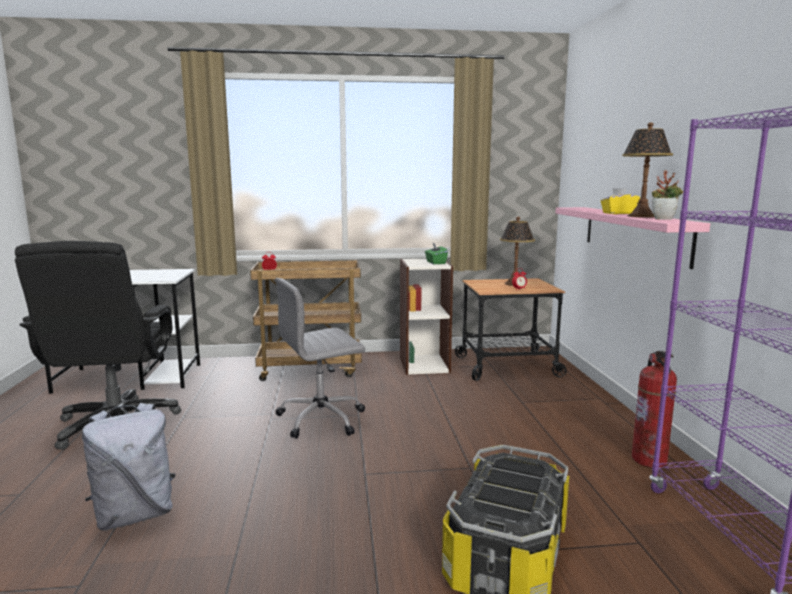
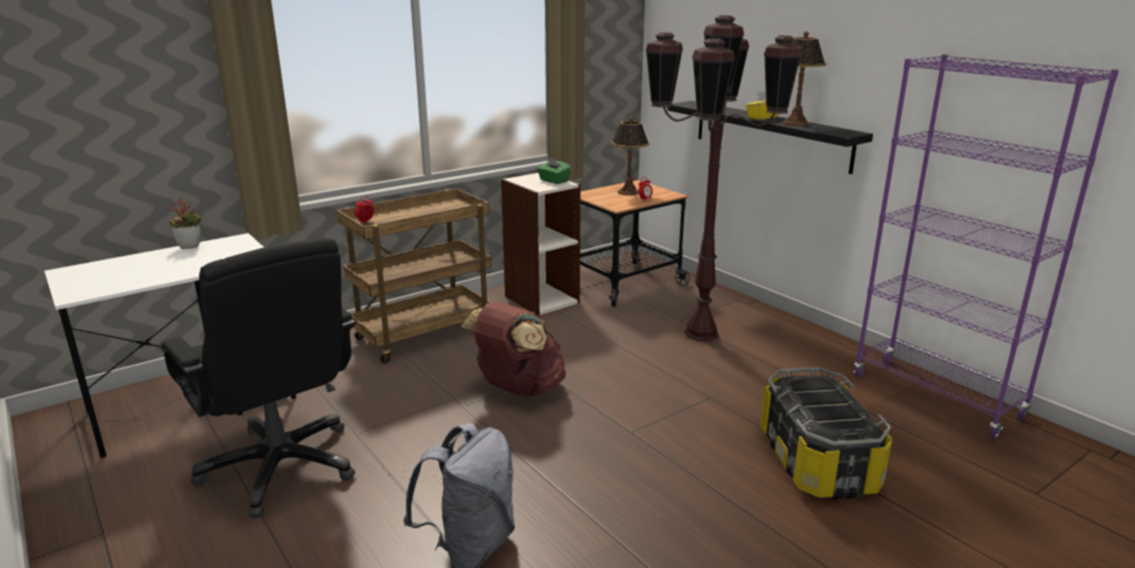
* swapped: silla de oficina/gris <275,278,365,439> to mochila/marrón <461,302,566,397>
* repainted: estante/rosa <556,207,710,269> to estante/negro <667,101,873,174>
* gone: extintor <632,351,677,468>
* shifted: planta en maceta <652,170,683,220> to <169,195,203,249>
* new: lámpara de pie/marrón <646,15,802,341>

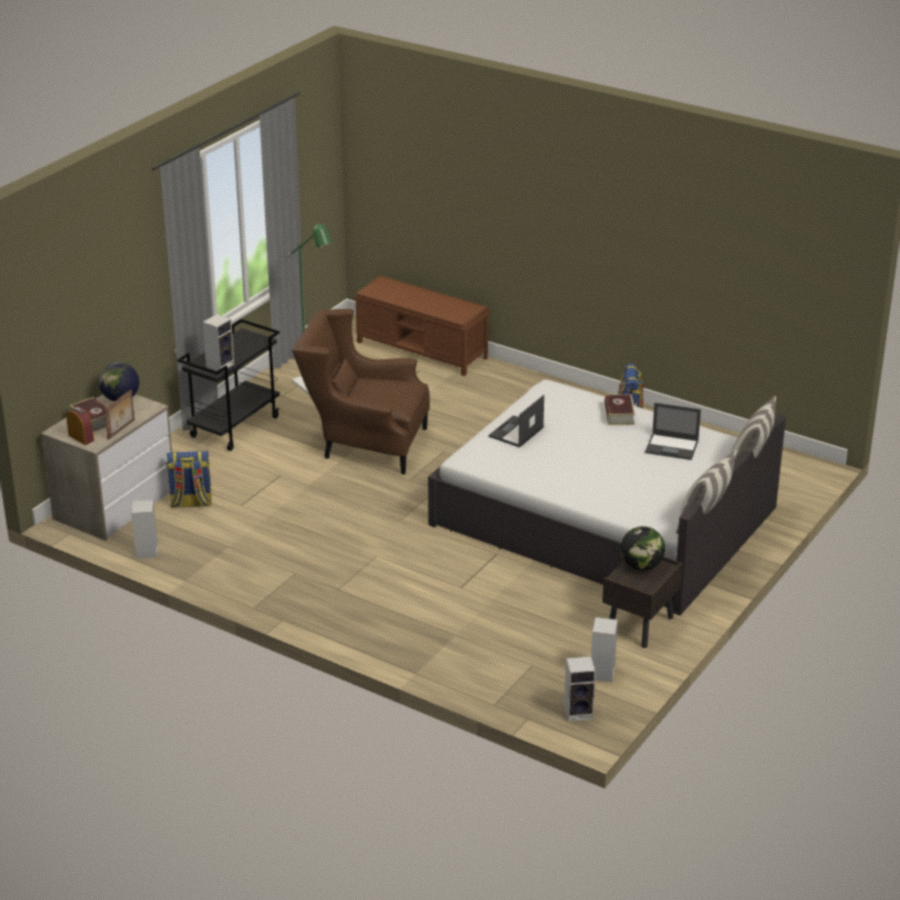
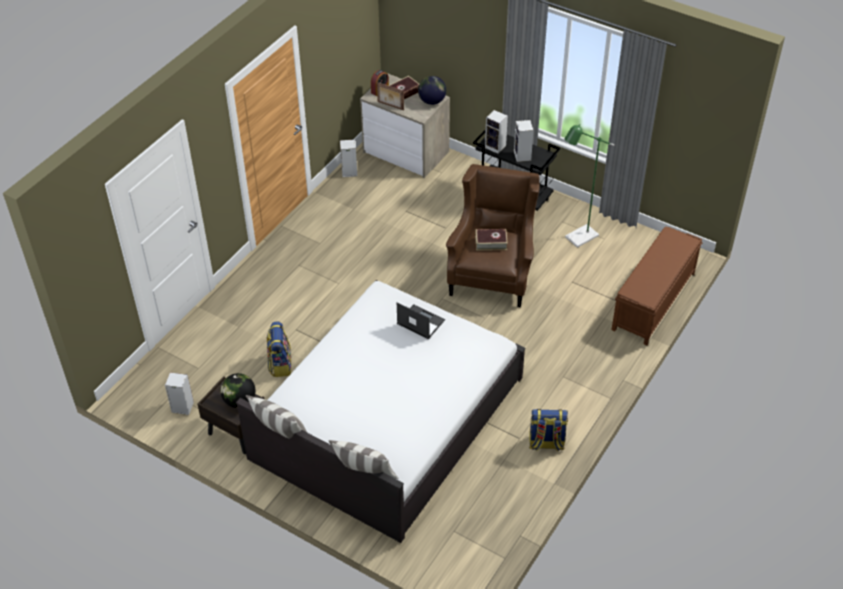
* shifted: mochila <167,451,212,508> to <267,321,292,377>
* shifted: altavoz <564,656,595,721> to <514,120,533,162>
* shifted: libro <605,394,635,425> to <475,229,508,251>
* gone: portátil <645,403,701,460>

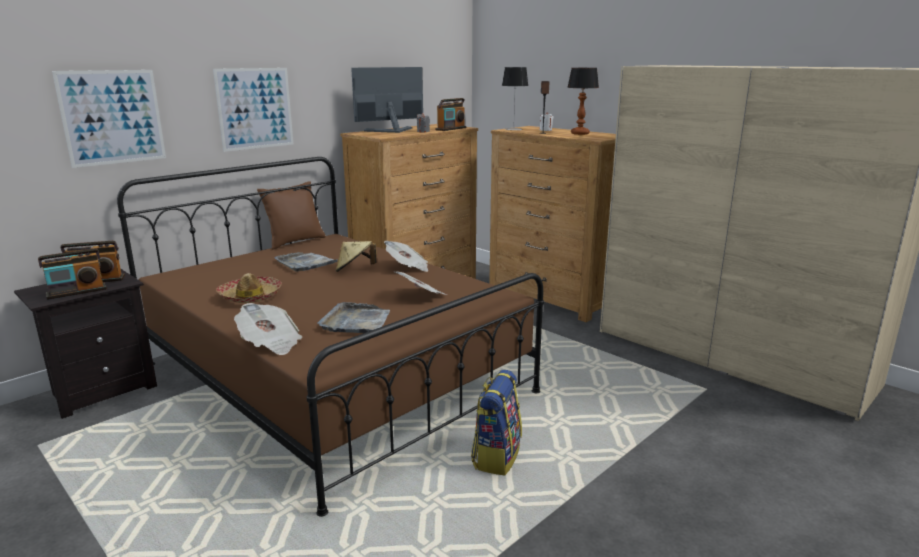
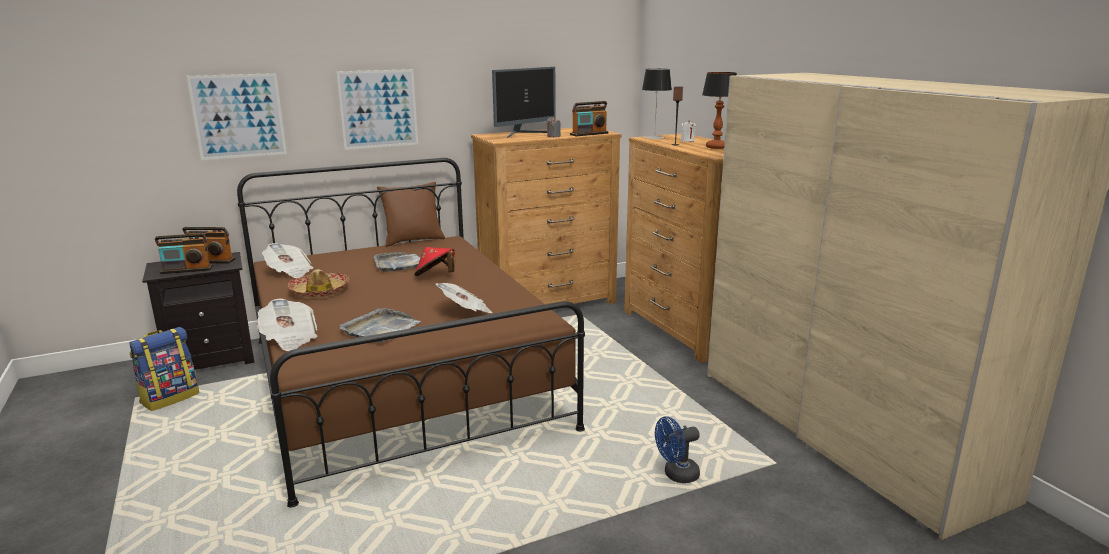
* repainted: sombrero/beis <336,241,377,272> to sombrero/rojo <414,247,456,276>
* rotated: monitor <351,67,423,133> = <492,67,556,138> 150 degrees clockwise
* shifted: periódico <384,241,428,272> to <262,243,314,278>
* shifted: mochila <471,370,522,476> to <129,327,199,411>
* new: ventilador/azul <655,417,700,483>

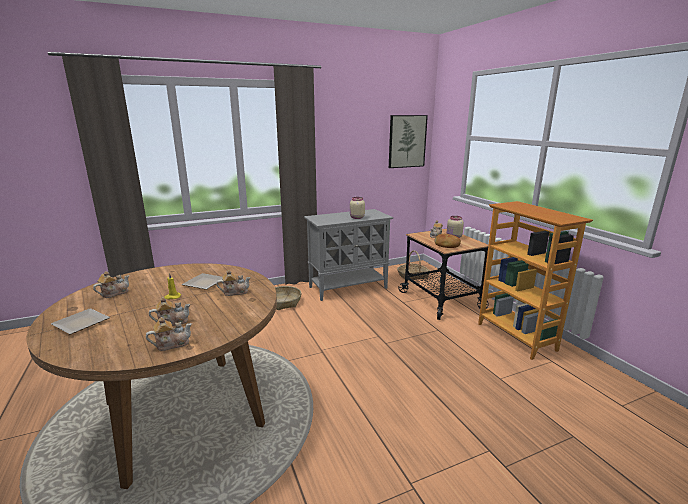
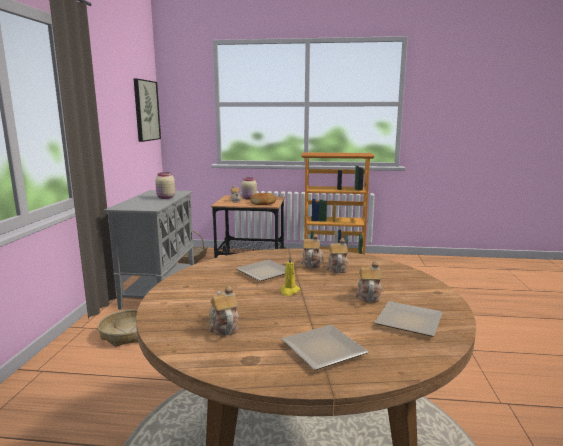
* shifted: tetera <146,317,192,351> to <326,238,348,273>
* new: plato <374,301,443,337>

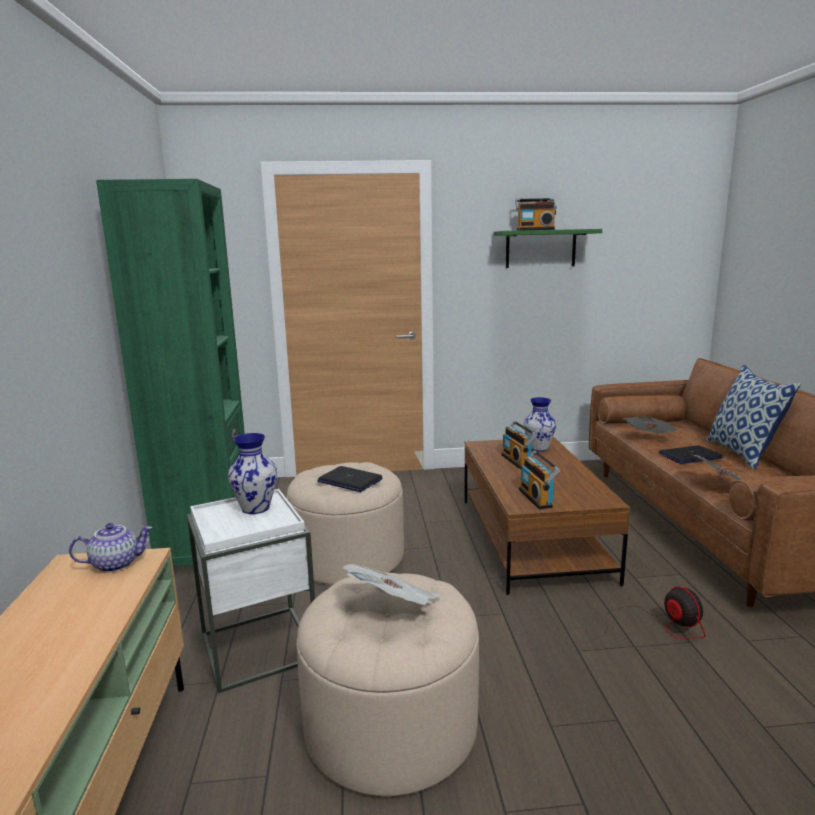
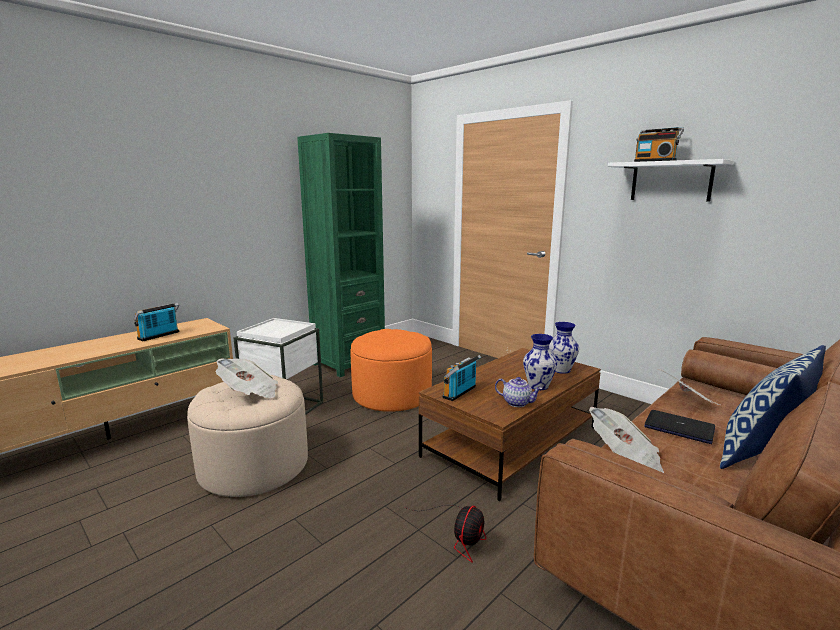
* shifted: tetera <69,523,153,573> to <495,377,542,407>
* shifted: florero <228,433,277,514> to <523,334,558,390>
* repainted: puf/beis <286,462,404,585> to puf/naranja <350,329,432,412>
* gone: portátil <317,466,383,492>
* repainted: estante/verde <493,229,602,268> to estante/blanco <608,159,734,201>
* shifted: radio <501,421,537,469> to <134,303,179,341>

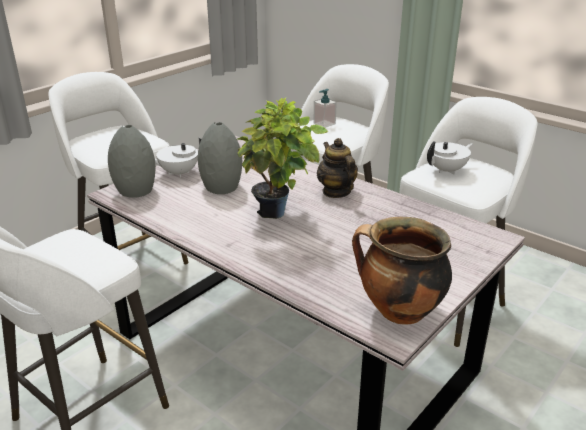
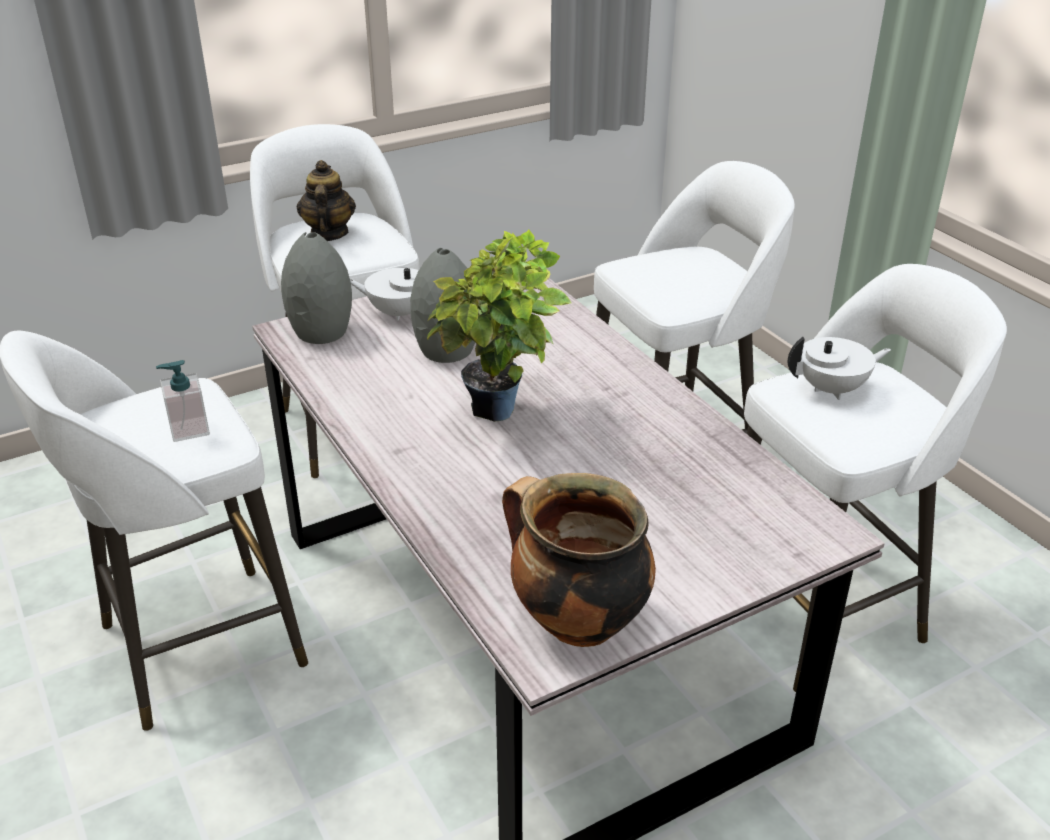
* shifted: dispensador de jabón <313,89,337,128> to <156,360,210,442>
* shifted: tetera <317,138,358,198> to <297,160,356,241>

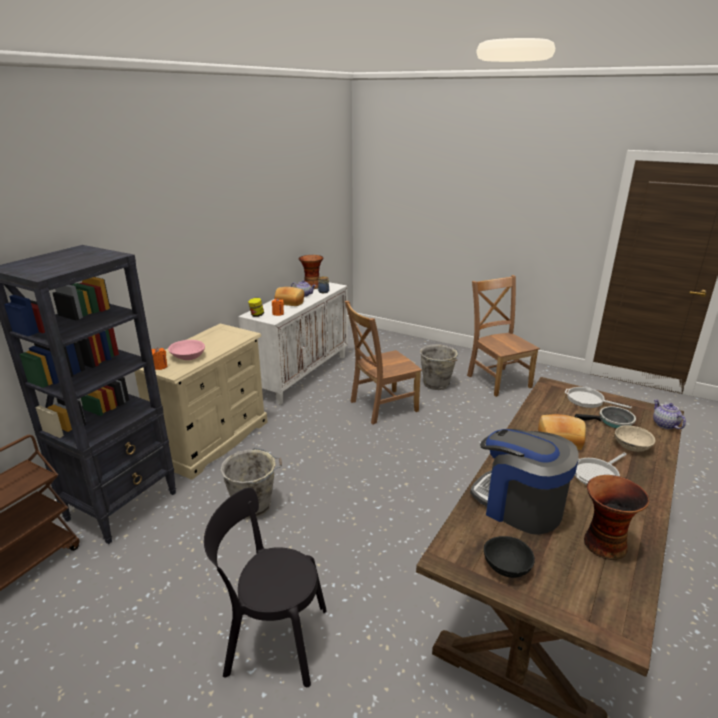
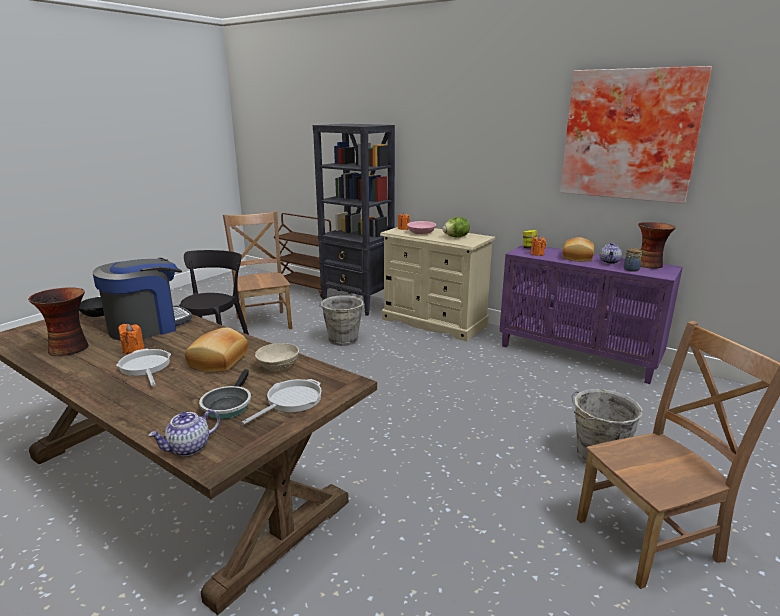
* repainted: armario/blanco <238,282,348,405> to armario/morado <499,244,683,384>
* shifted: silla/marrón <344,301,422,425> to <223,211,293,333>
* shifted: cuenco/beis <615,425,655,452> to <255,343,299,371>
* rotated: tetera <653,399,686,429> = <149,409,220,456> 150 degrees clockwise
* new: vela/naranja <118,324,144,354>
* new: lechuga <442,217,470,237>
* new: cuadro <560,66,712,204>

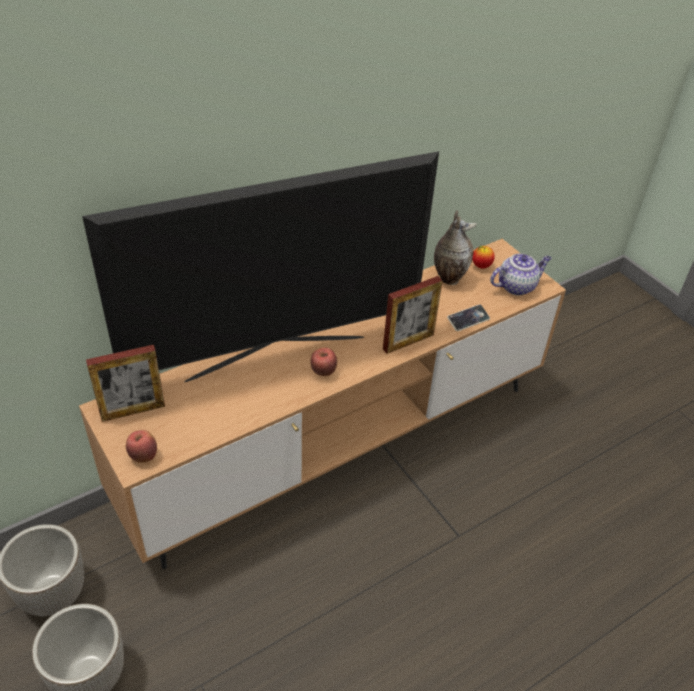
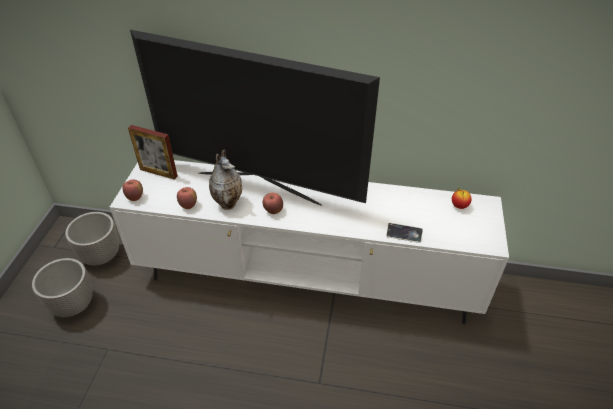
* repainted: mueble de televisión/marrón <79,239,566,569> to mueble de televisión/blanco <110,160,509,324>
* gone: portarretratos <383,276,443,354>
* shifted: florero <434,211,477,285> to <209,150,242,210>
* gone: tetera <490,253,551,295>
* new: manzana <177,187,197,209>

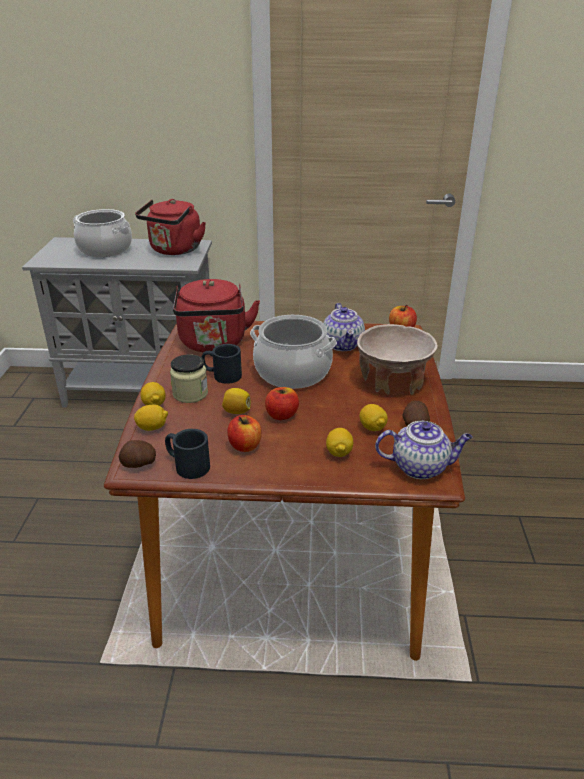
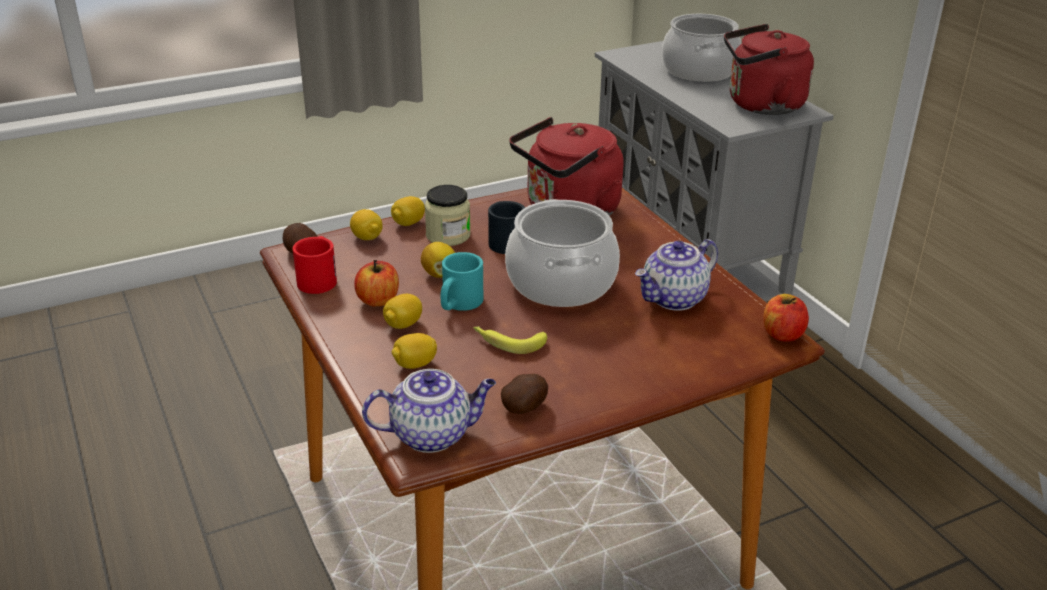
* repainted: taza grande/negro <165,429,210,479> to taza grande/rojo <292,236,337,294>
* swapped: manzana <265,387,299,420> to taza grande/turquesa <441,252,483,311>
* gone: cuenco/beis <357,324,438,395>
* shifted: limón <360,404,388,431> to <383,294,422,329>
* rotated: tetera <375,421,473,479> = <362,369,496,453> 75 degrees counterclockwise
* new: plátano <473,326,547,354>

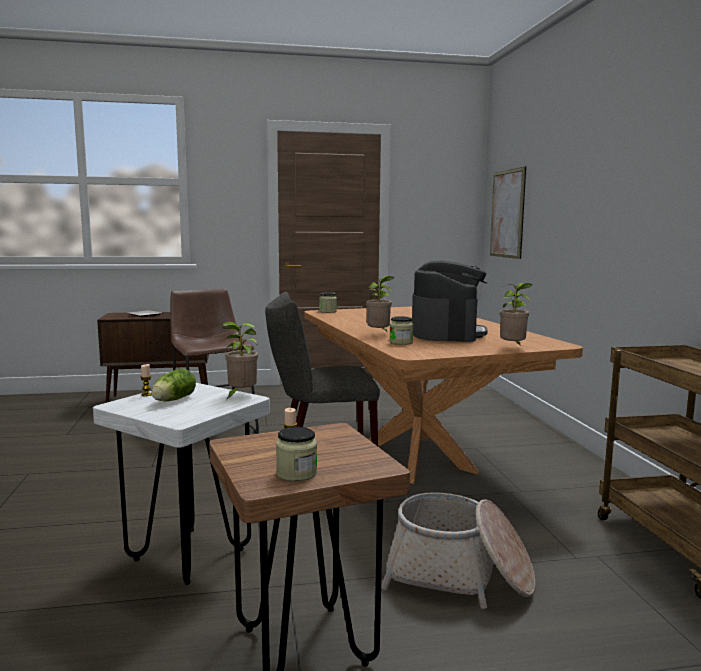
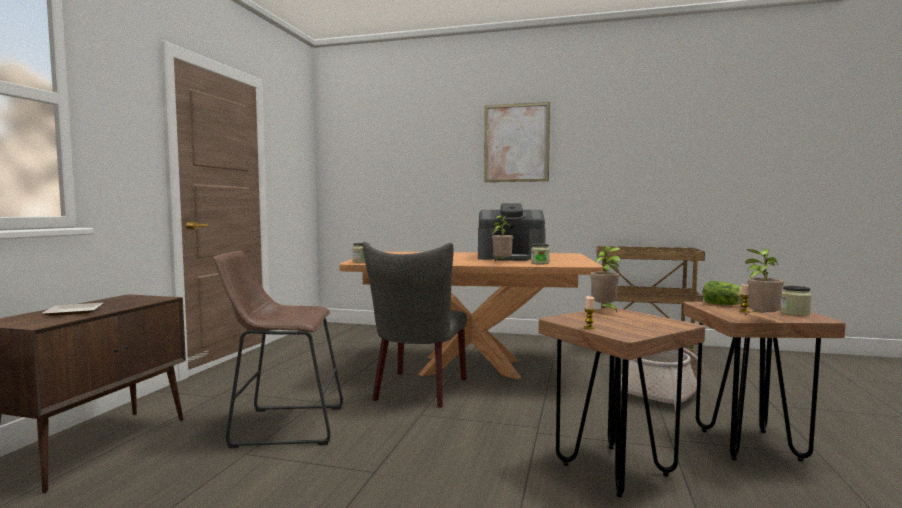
* repainted: taburete/blanco <93,383,270,585> to taburete/marrón <538,307,705,497>
* shifted: lechuga <151,368,196,401> to <703,281,749,305>
* rotated: cafetera <412,260,488,342> = <478,203,546,261> 150 degrees clockwise
* shifted: cuadro <490,166,526,259> to <484,102,550,182>
* shifted: planta en maceta <500,283,533,346> to <745,248,784,316>

